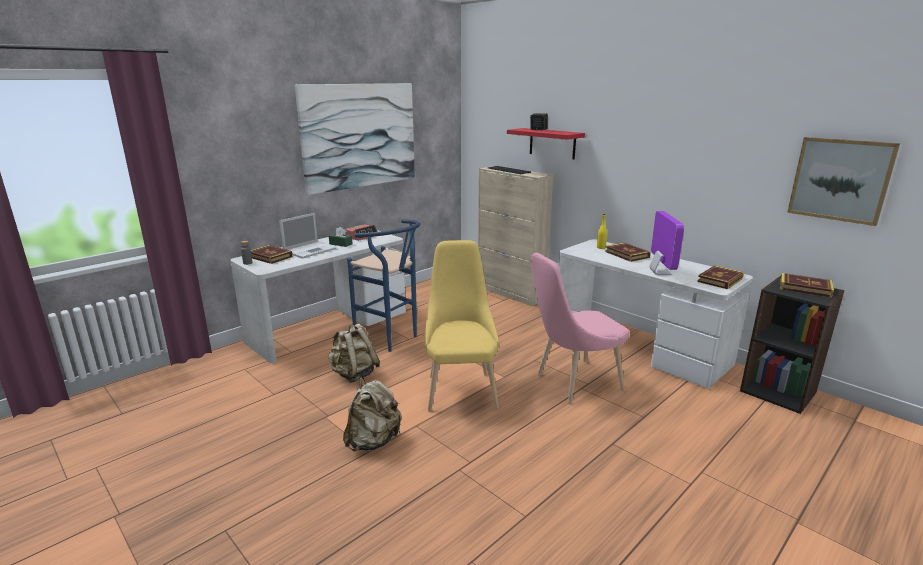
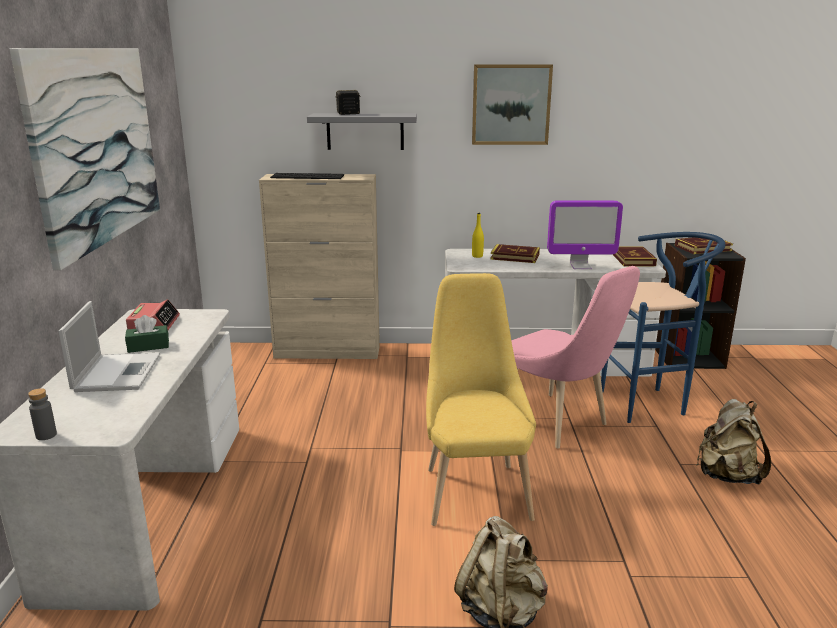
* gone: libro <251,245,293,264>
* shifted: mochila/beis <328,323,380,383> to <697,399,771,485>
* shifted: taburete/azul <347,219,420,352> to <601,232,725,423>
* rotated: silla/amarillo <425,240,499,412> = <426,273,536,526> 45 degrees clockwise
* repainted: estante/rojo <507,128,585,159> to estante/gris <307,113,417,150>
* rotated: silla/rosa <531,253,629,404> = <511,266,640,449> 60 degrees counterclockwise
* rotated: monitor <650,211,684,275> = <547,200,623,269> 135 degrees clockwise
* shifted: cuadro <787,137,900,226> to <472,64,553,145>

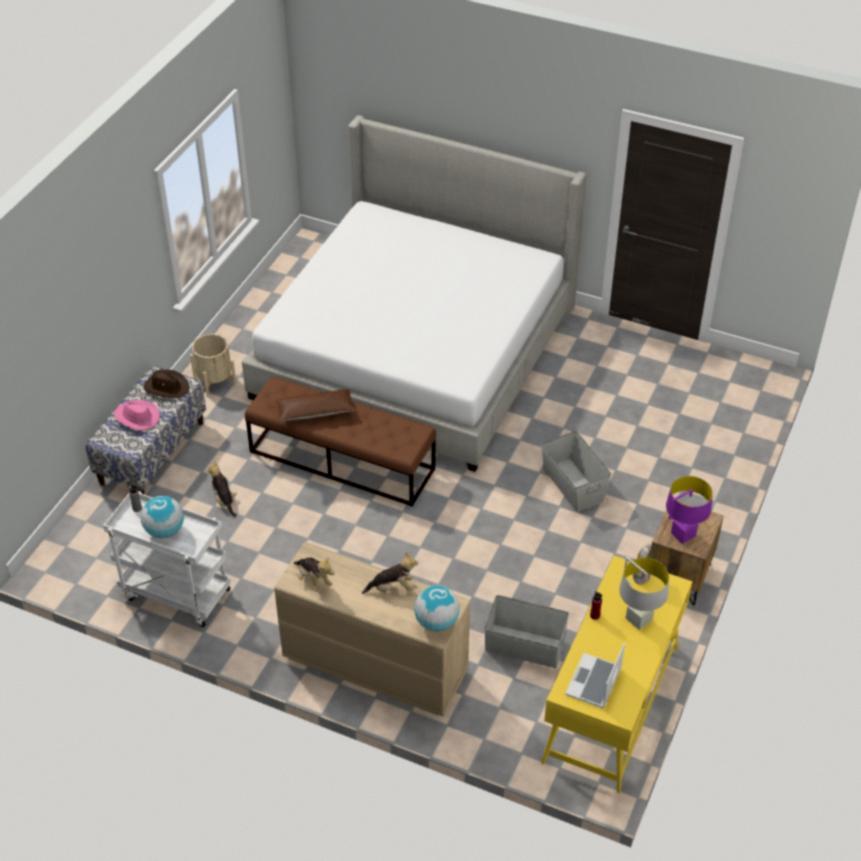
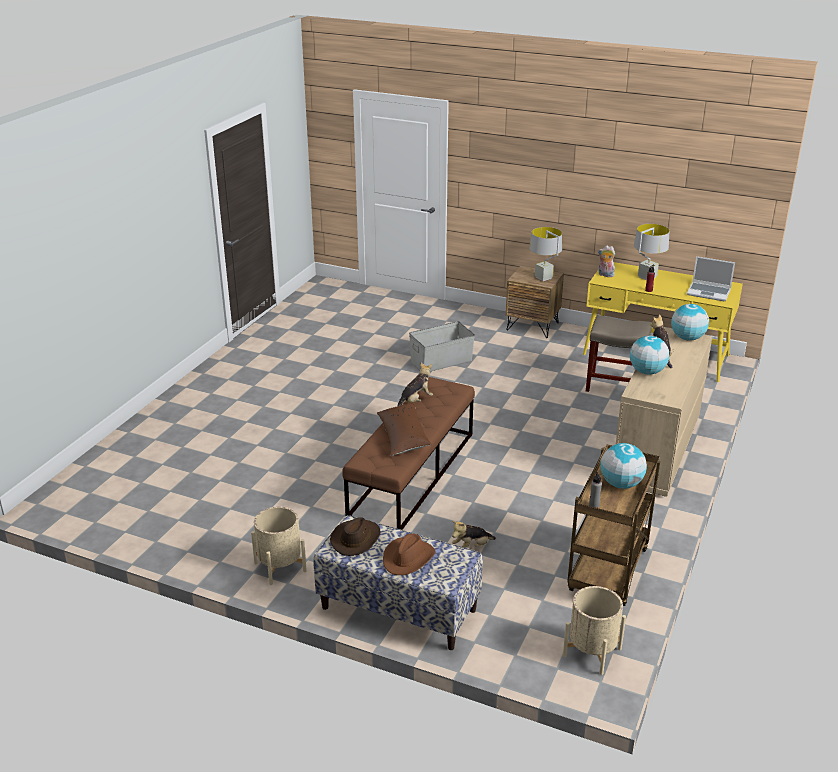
* repainted: carrito/blanco <103,491,231,627> to carrito/marrón <567,444,660,606>
* repainted: sombrero/rosa <114,400,160,430> to sombrero/marrón <383,534,436,575>
* gone: cama <242,115,587,472>
* shifted: peluche <293,557,335,592> to <398,363,433,406>
* swapped: caja de almacenaje/gris <484,595,569,668> to taburete/beis <586,315,652,392>
* repainted: lámpara de mesa/morado <666,476,713,544> to lámpara de mesa/gris <529,227,562,281>
* new: maceta/beis <563,586,626,675>
* new: globo terráqueo <630,336,669,375>

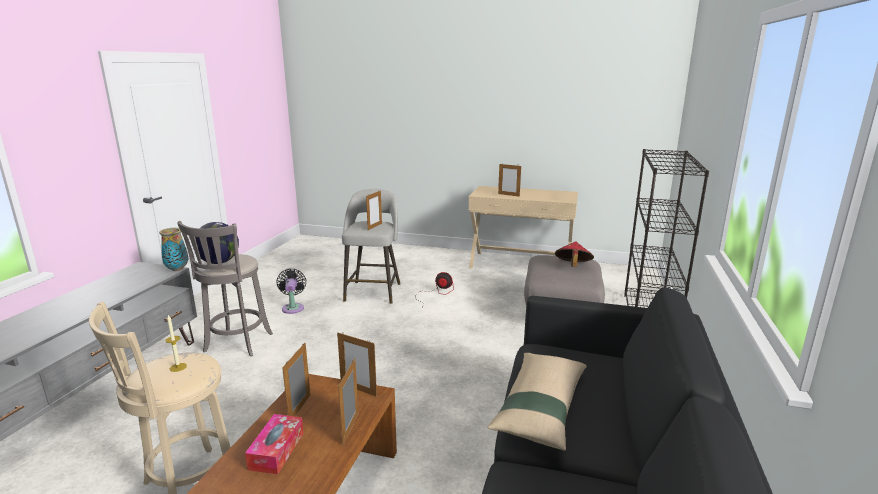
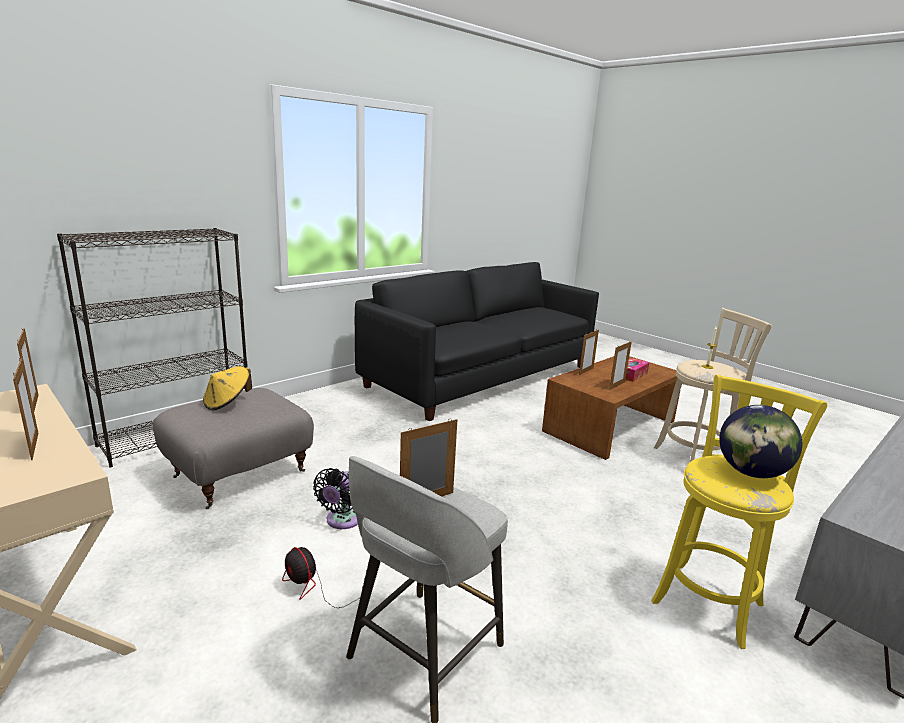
* gone: florero <159,228,188,271>
* repainted: taburete/gris <177,221,273,356> to taburete/amarillo <651,375,827,649>
* shifted: ventilador/negro <277,269,306,314> to <313,468,358,529>
* shifted: portarretratos <337,332,377,397> to <17,328,39,411>
* gone: cojín/beis <488,353,587,451>
* repainted: sombrero/rojo <555,241,594,267> to sombrero/amarillo <203,366,252,410>

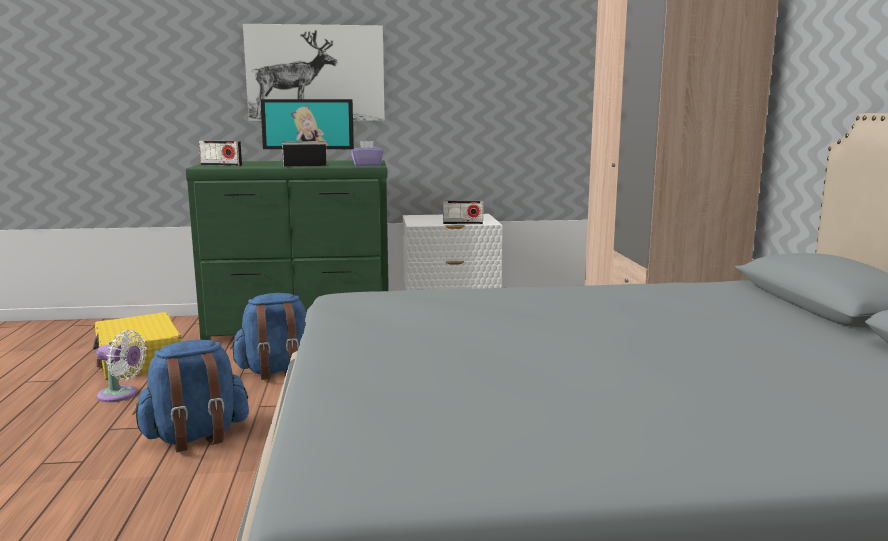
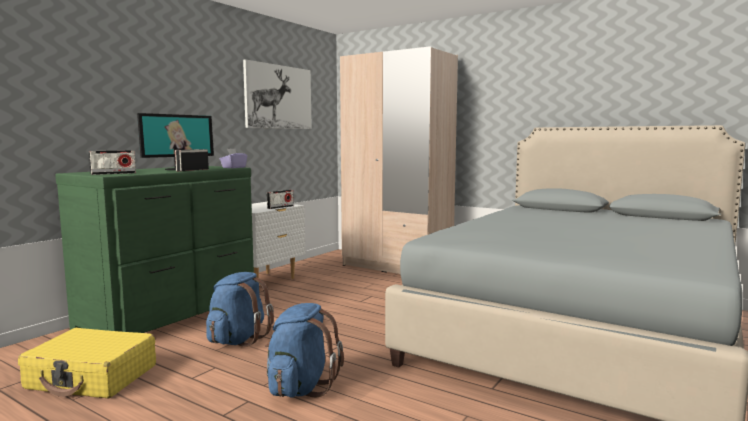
* gone: ventilador/blanco <96,330,147,402>
* shifted: cuadro <243,24,385,121> to <243,59,312,129>

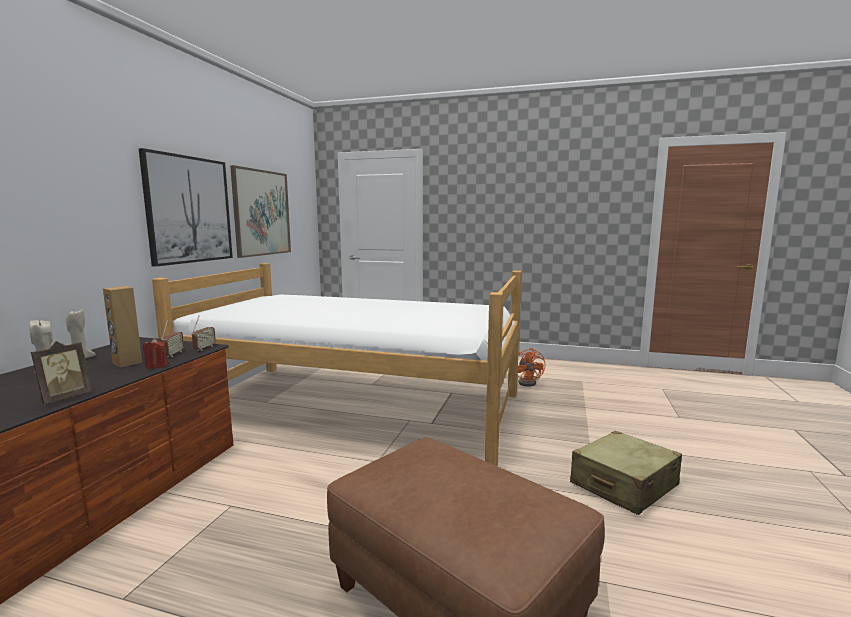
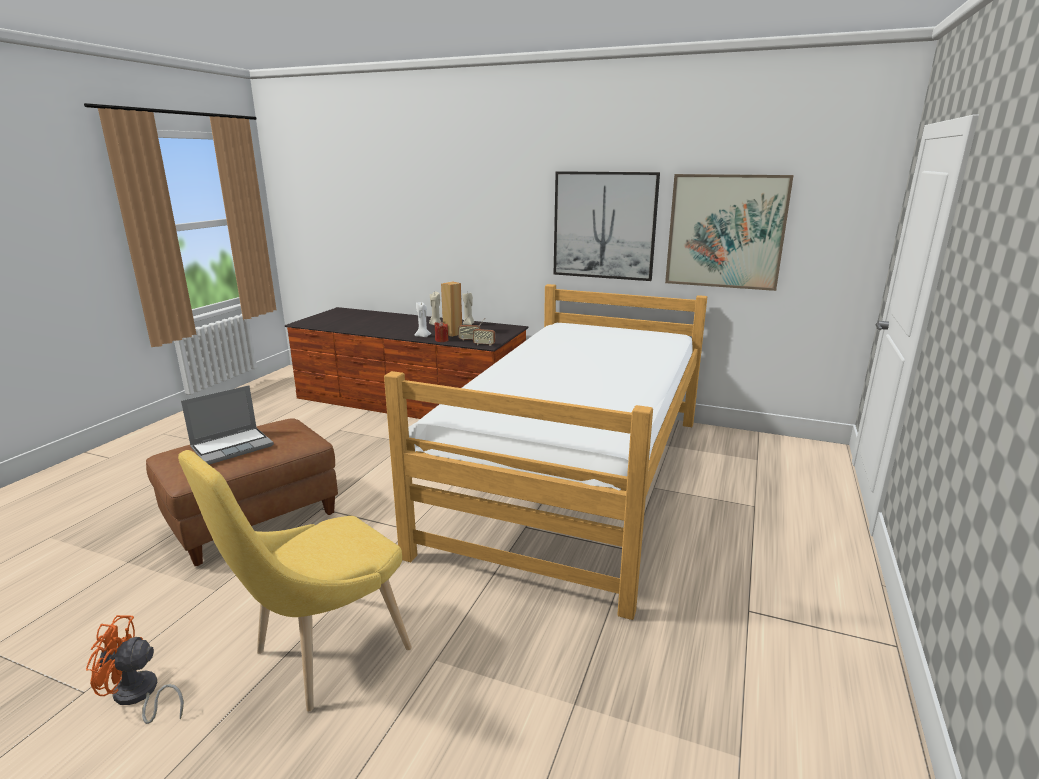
* gone: portarretratos <31,341,92,404>
* shifted: ventilador/naranja <518,348,545,387> to <86,615,184,724>
* swapped: maleta/beis <570,431,682,515> to silla/amarillo <178,450,412,711>
* new: portátil <181,385,274,465>
* new: vela/blanco <415,302,431,337>

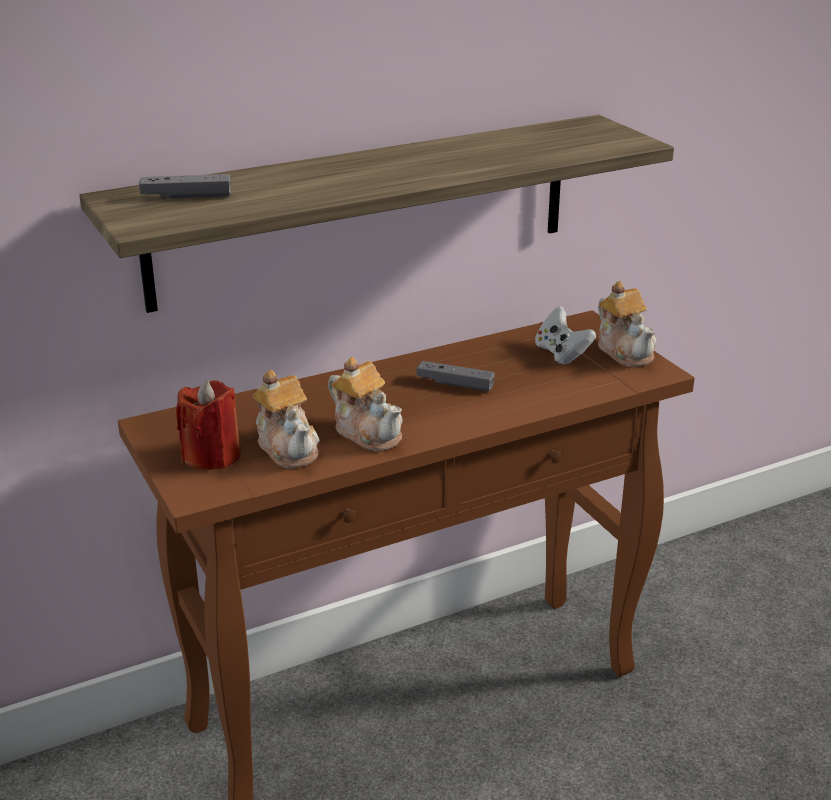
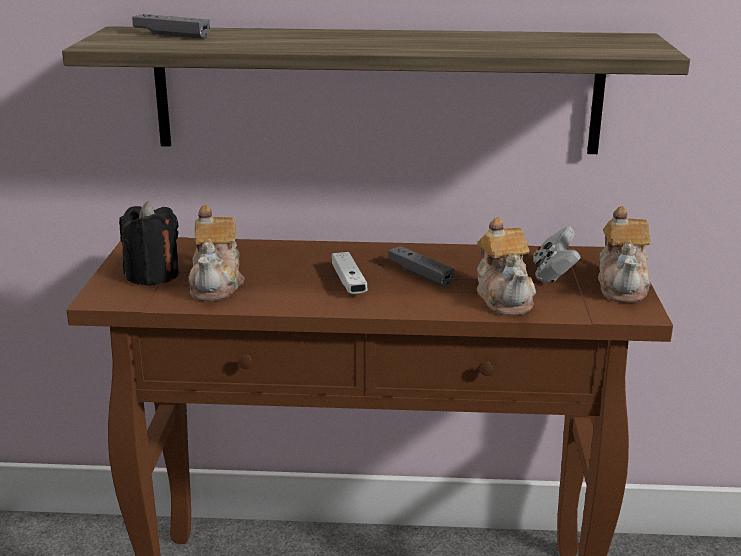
* repainted: vela/rojo <176,380,241,470> to vela/negro <119,201,179,286>
* shifted: tetera <328,357,403,452> to <477,217,536,315>
* new: mando de consola/blanco <332,252,368,294>

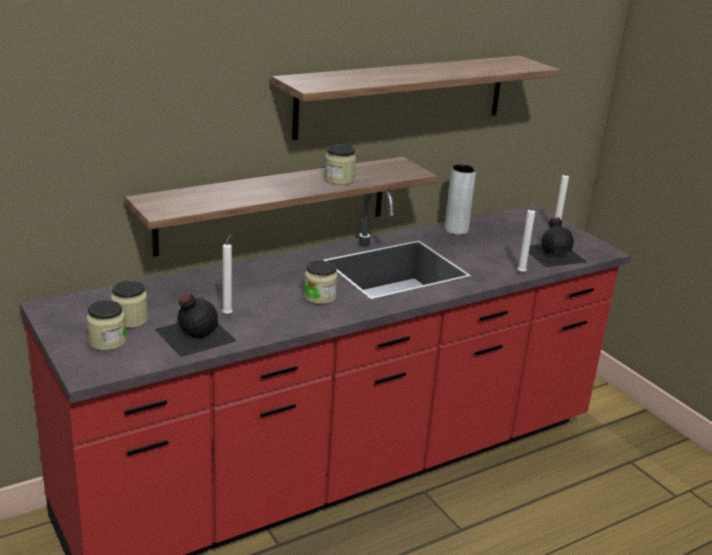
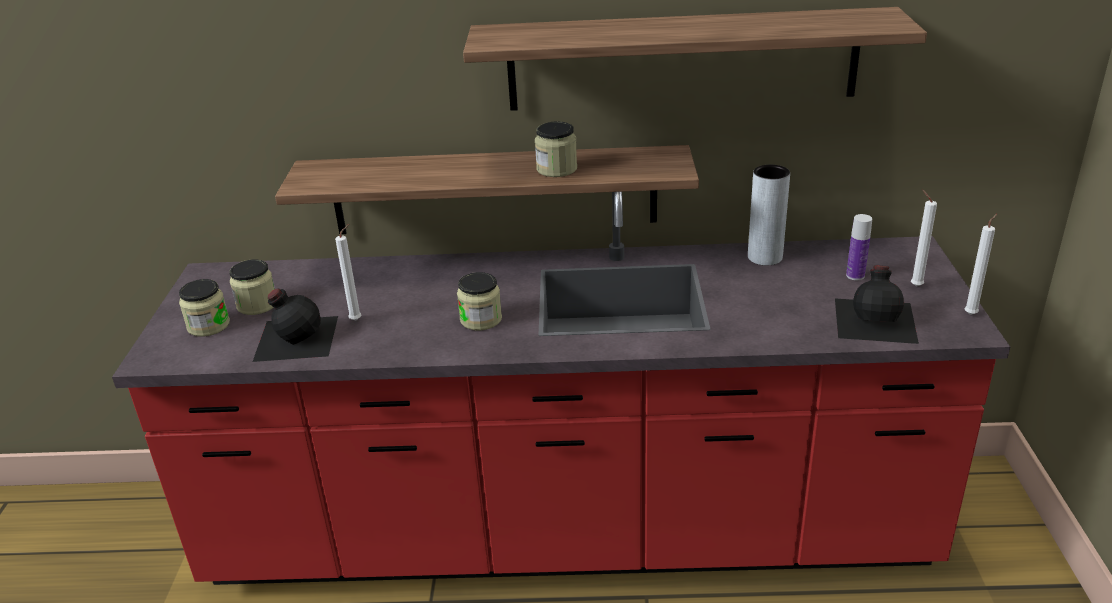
* shifted: vela/blanco <517,201,535,273> to <964,214,997,315>
* new: botella <846,214,872,280>

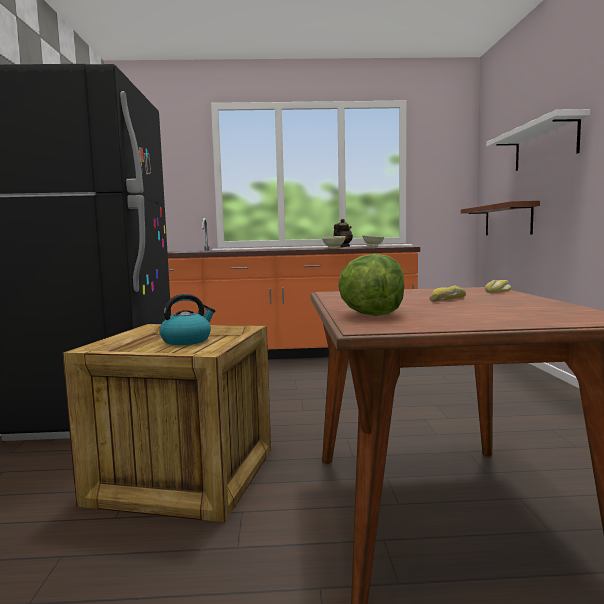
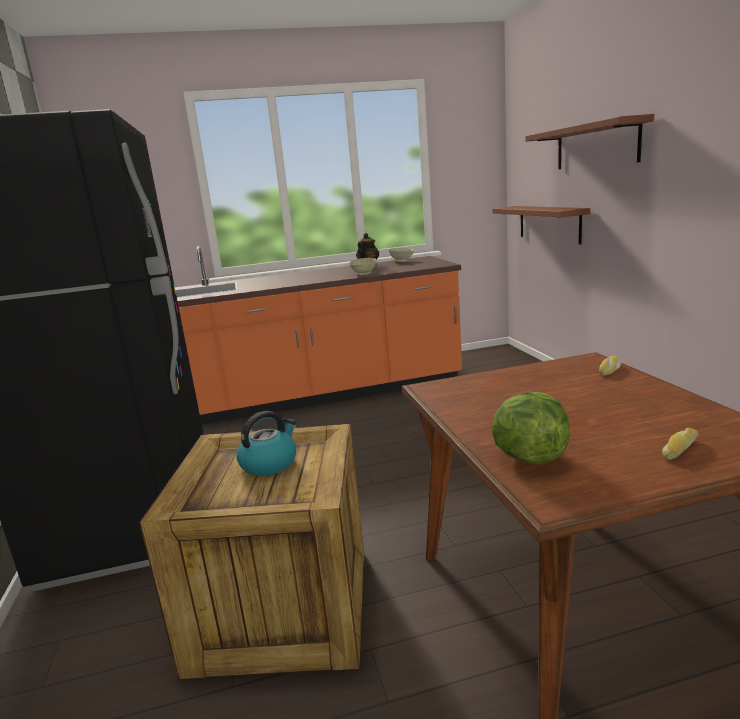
* shifted: pan <429,286,466,301> to <662,427,699,460>
* repainted: estante/blanco <486,109,590,171> to estante/marrón <525,114,654,169>

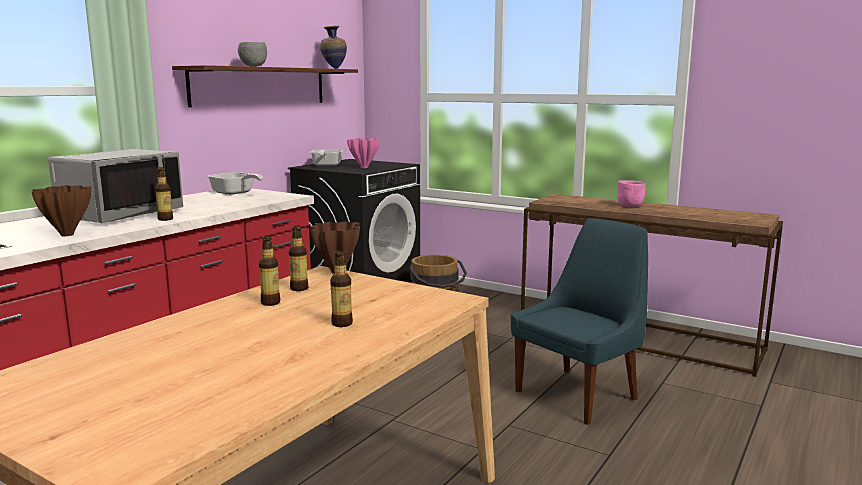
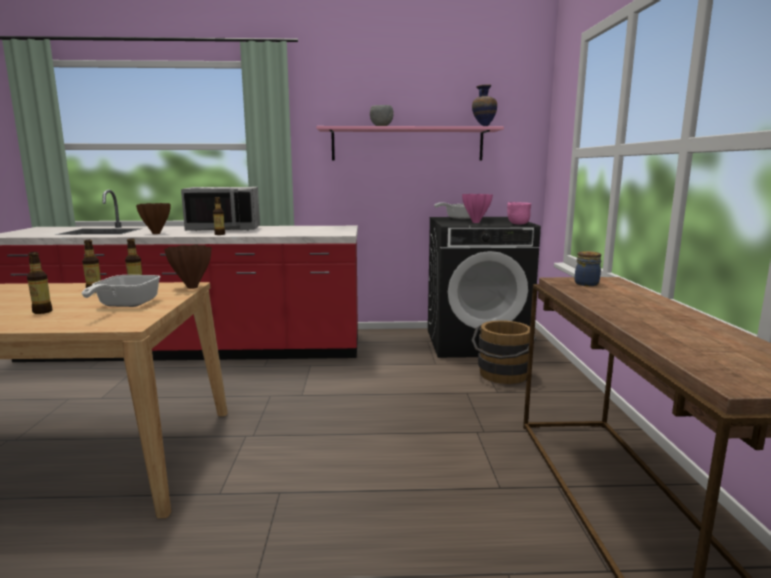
* repainted: estante/marrón <172,65,358,107> to estante/rosa <316,126,504,161>
* shifted: sartén <208,172,263,195> to <82,275,160,307>
* gone: silla/azul <511,218,648,425>
* shifted: cuenco/rosa <617,180,646,207> to <507,202,531,224>
* new: tarro <574,251,602,286>

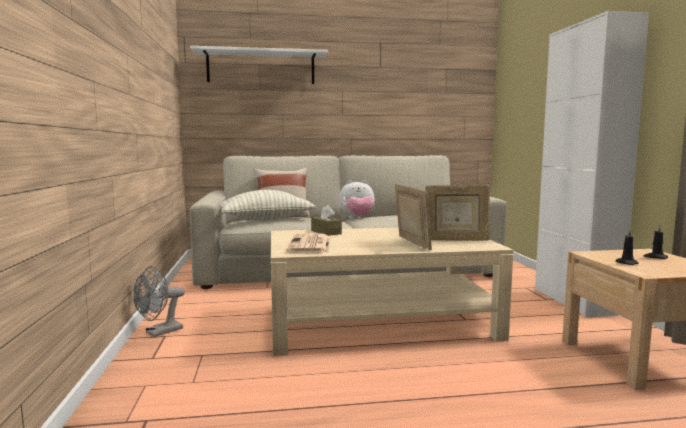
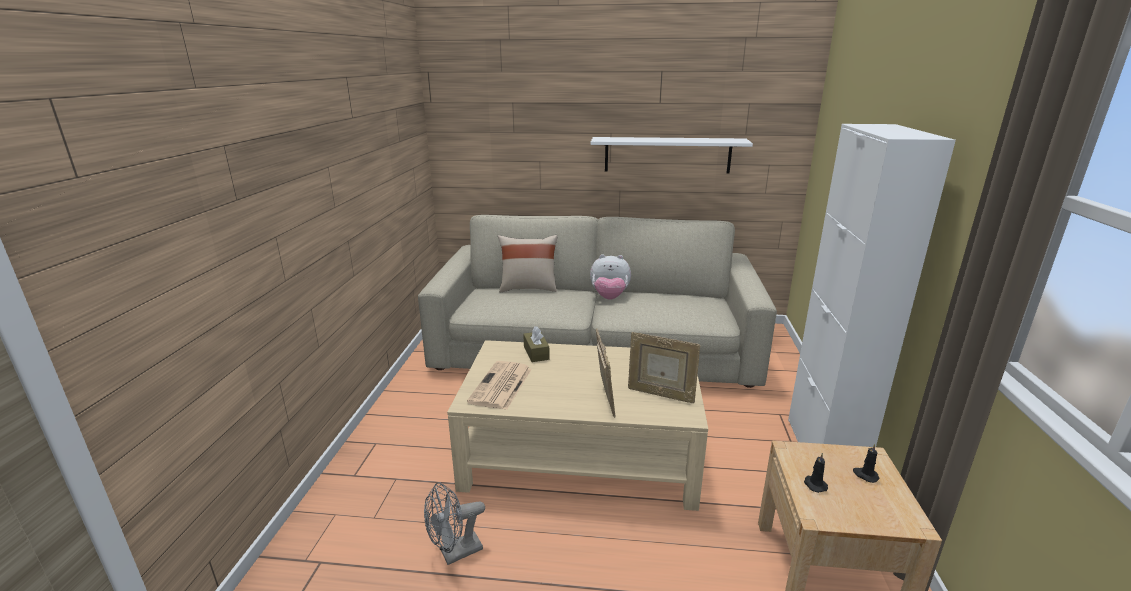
* shifted: ventilador/gris <133,266,185,337> to <424,482,485,565>
* shifted: estante/blanco <190,46,328,84> to <591,137,753,174>
* gone: cojín <220,190,316,221>

